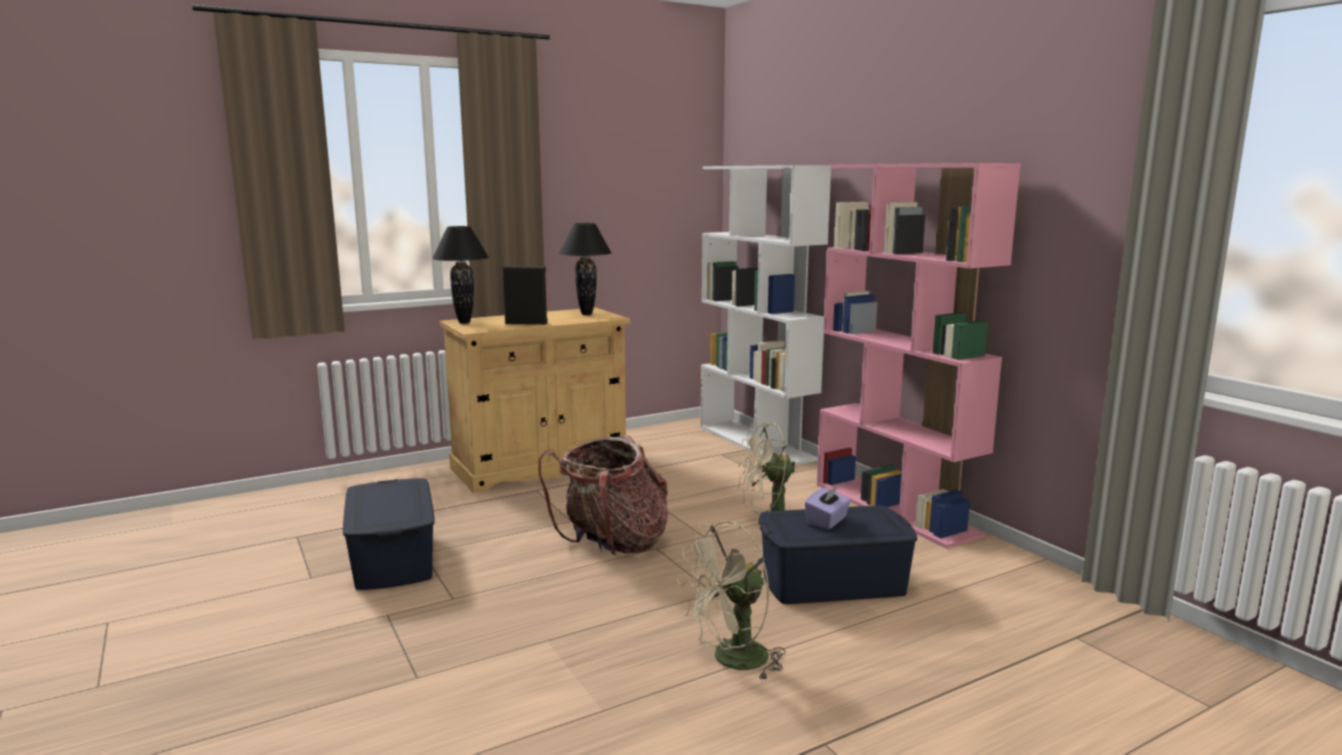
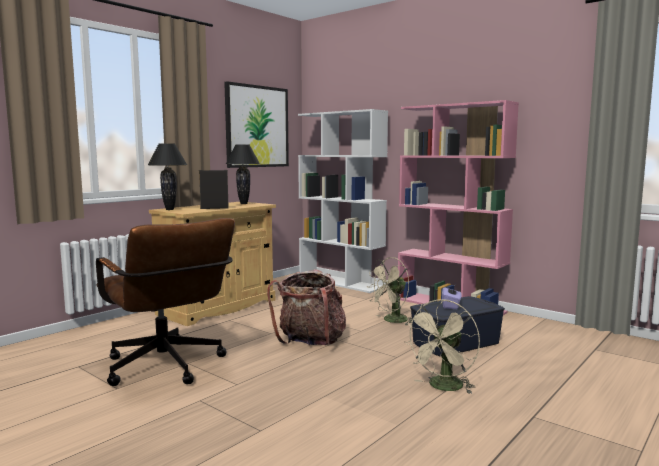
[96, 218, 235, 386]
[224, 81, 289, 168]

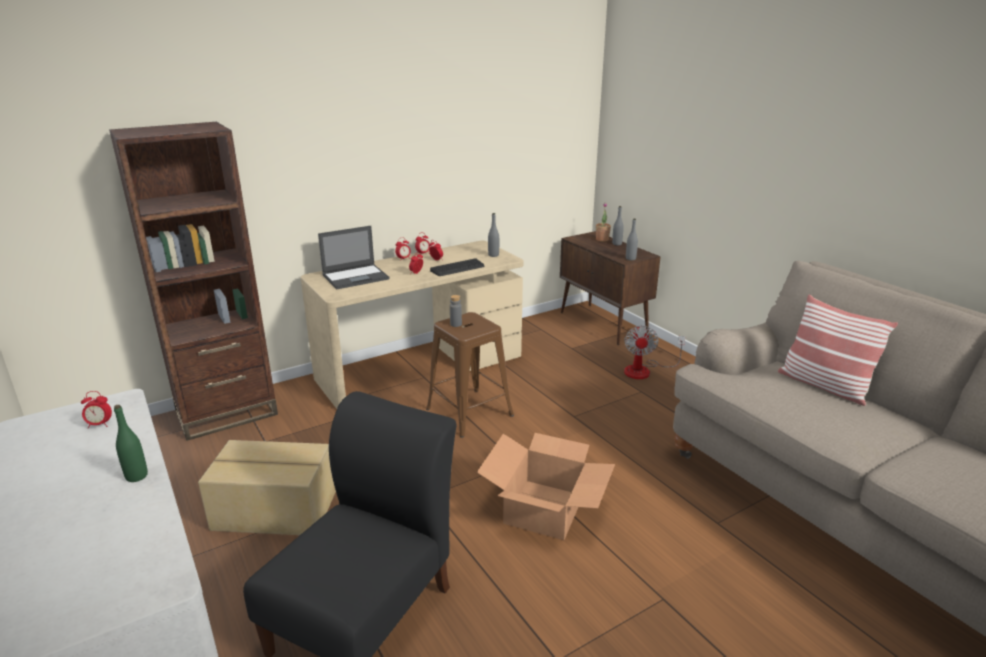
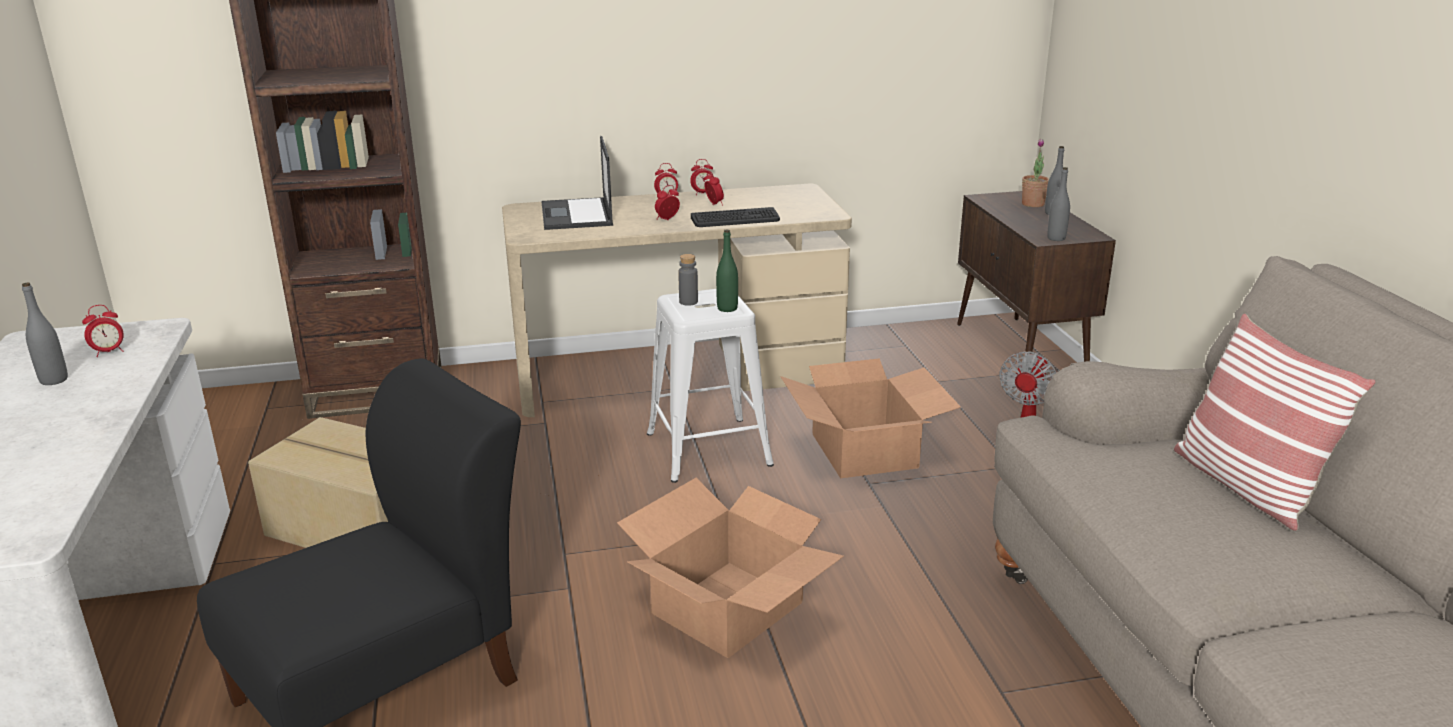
[22, 282, 68, 385]
[541, 136, 613, 230]
[647, 289, 774, 483]
[82, 305, 124, 357]
[716, 229, 738, 312]
[780, 358, 961, 478]

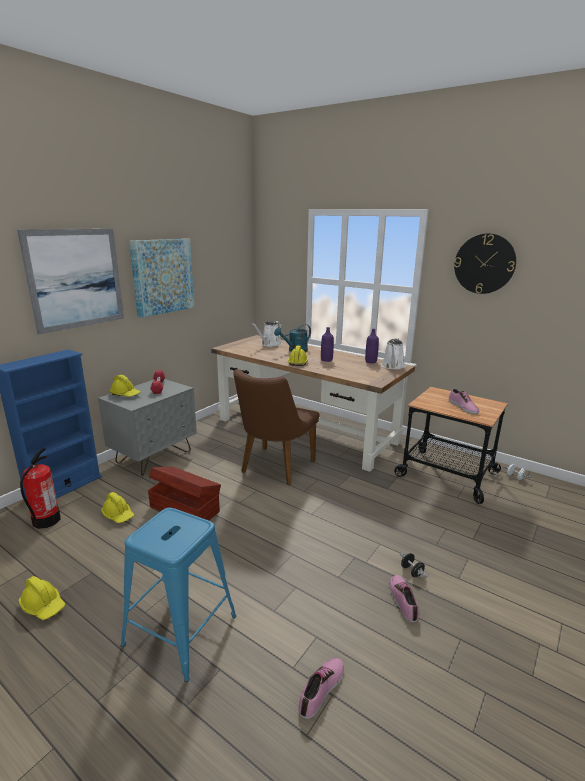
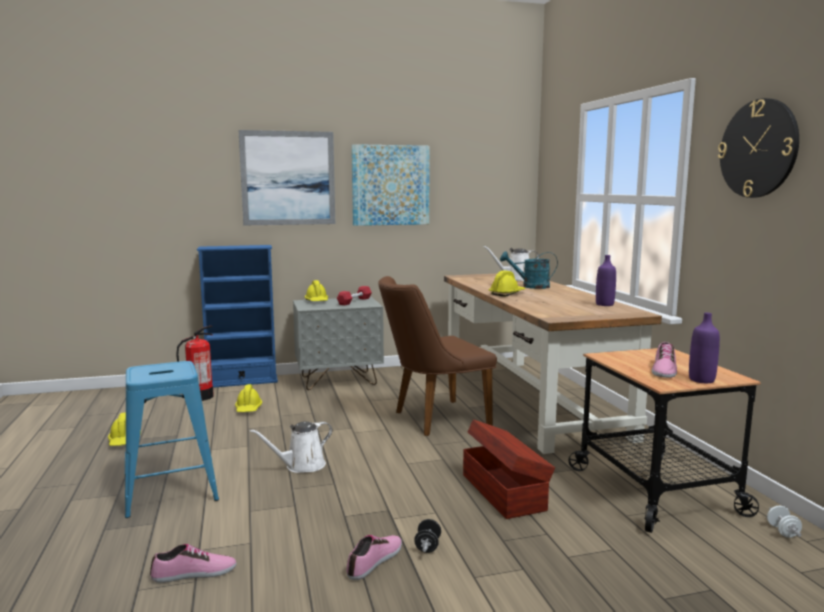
[689, 312, 720, 383]
[250, 421, 333, 473]
[463, 420, 555, 519]

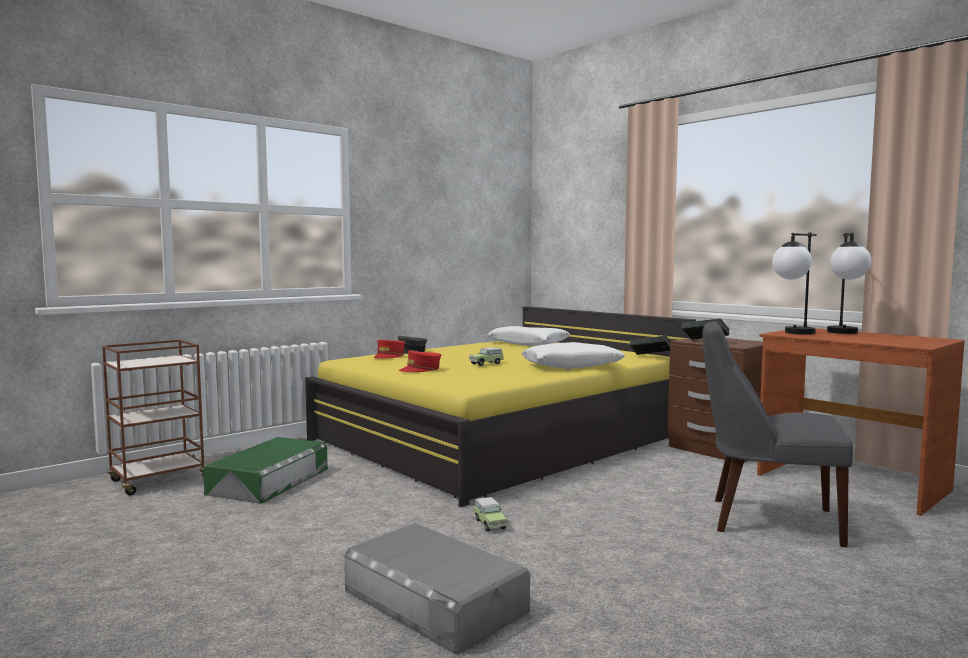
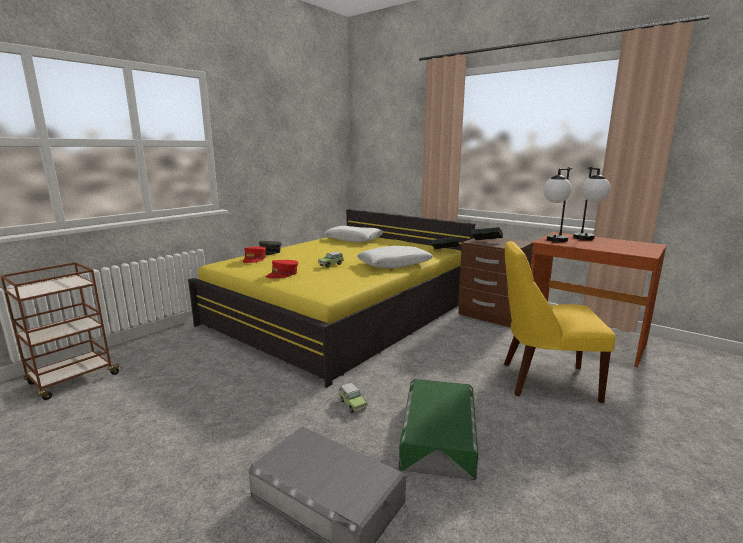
[504, 241, 616, 403]
[398, 379, 478, 480]

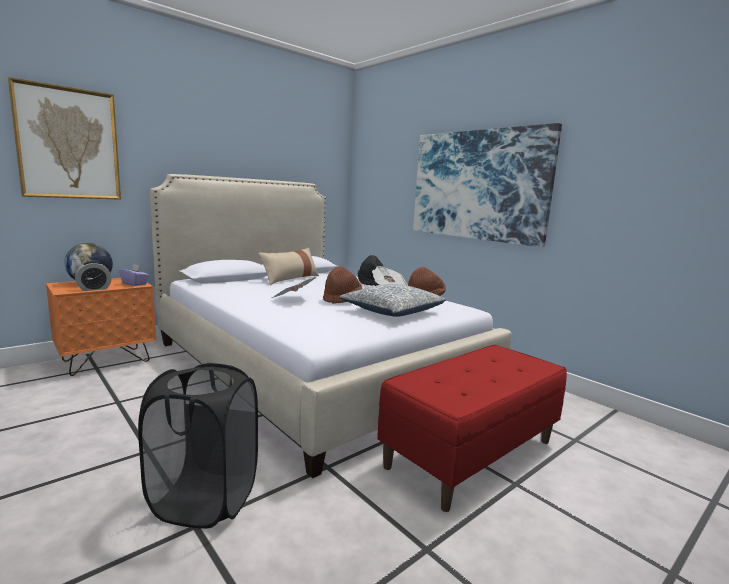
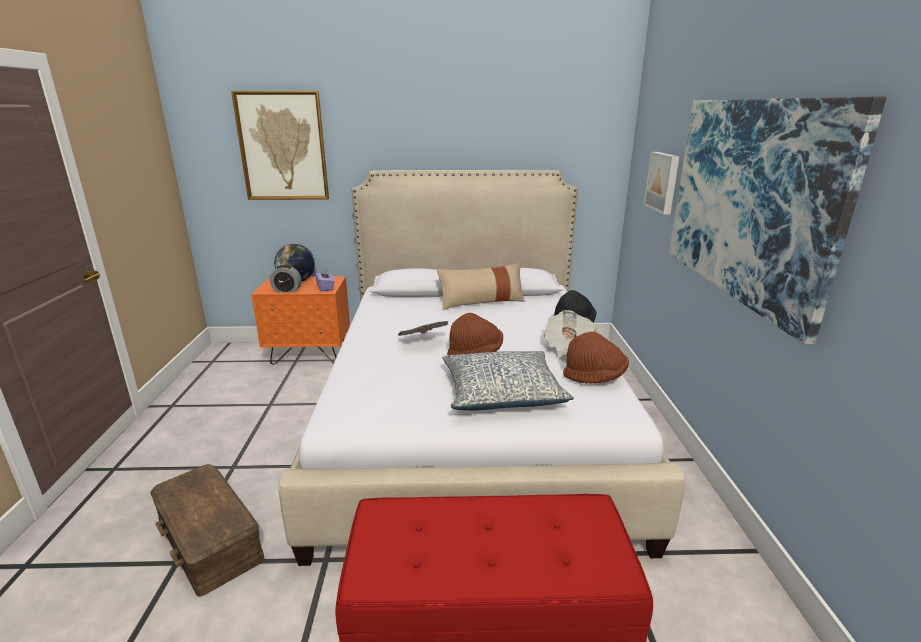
[150, 464, 264, 597]
[644, 152, 679, 215]

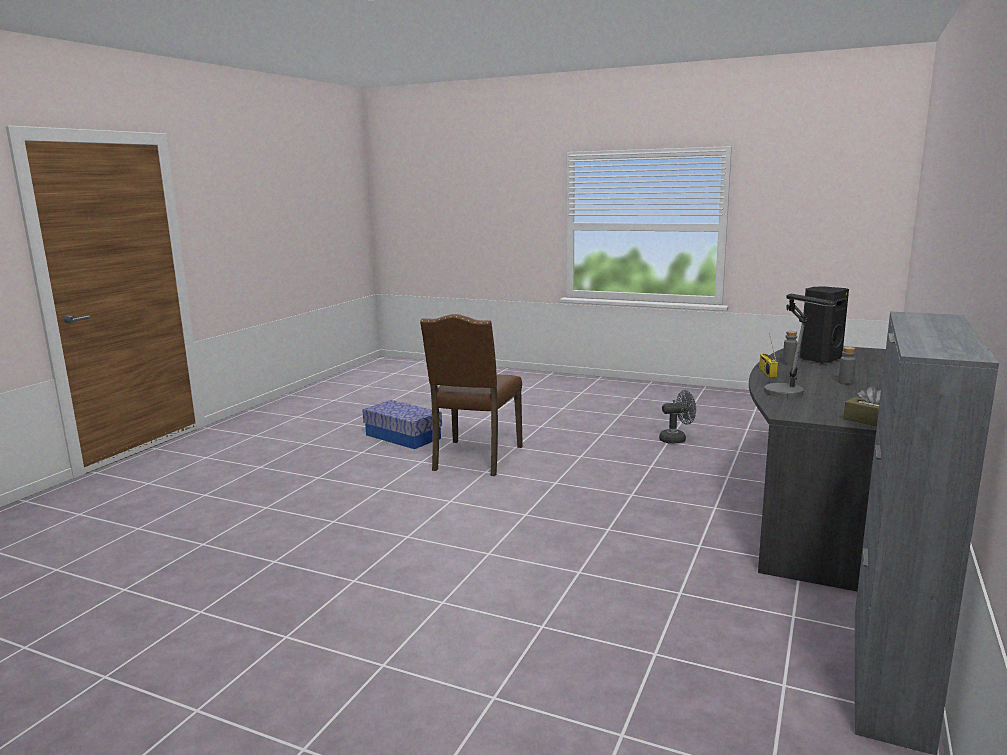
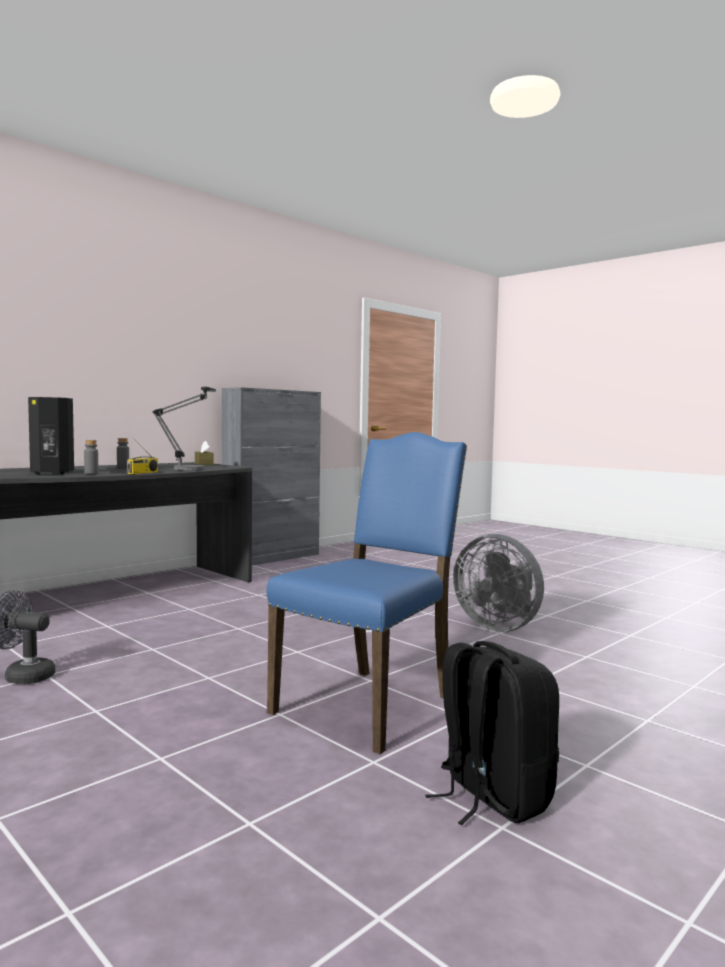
[266, 432, 467, 754]
[425, 641, 559, 825]
[453, 534, 544, 632]

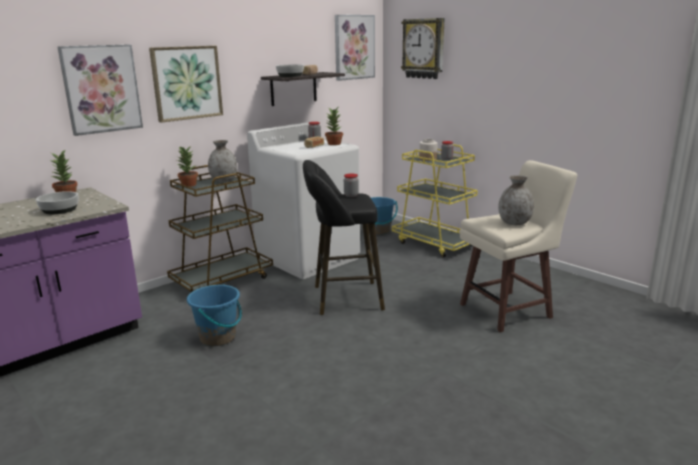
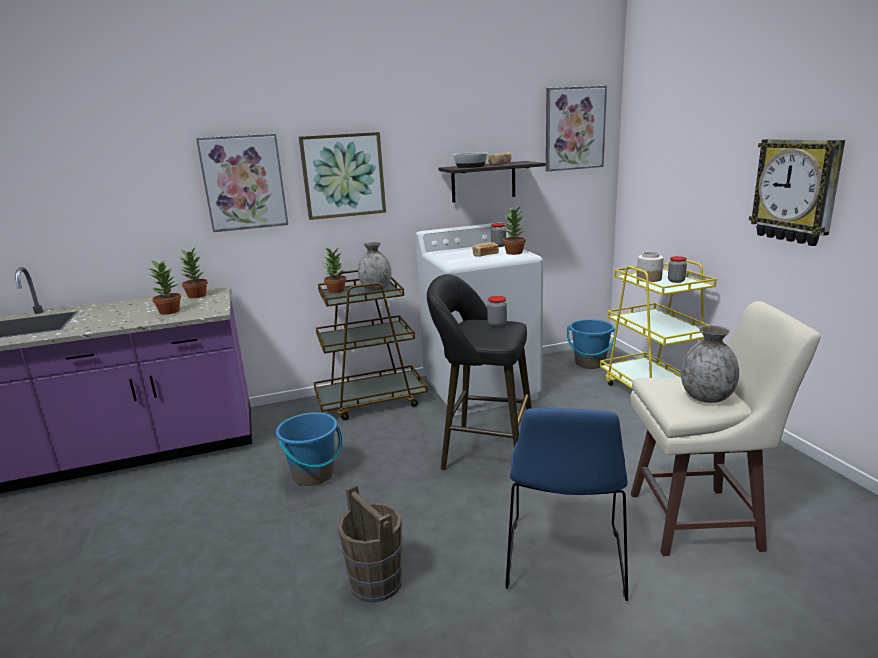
[749, 139, 845, 246]
[149, 259, 181, 315]
[505, 408, 628, 601]
[338, 484, 402, 603]

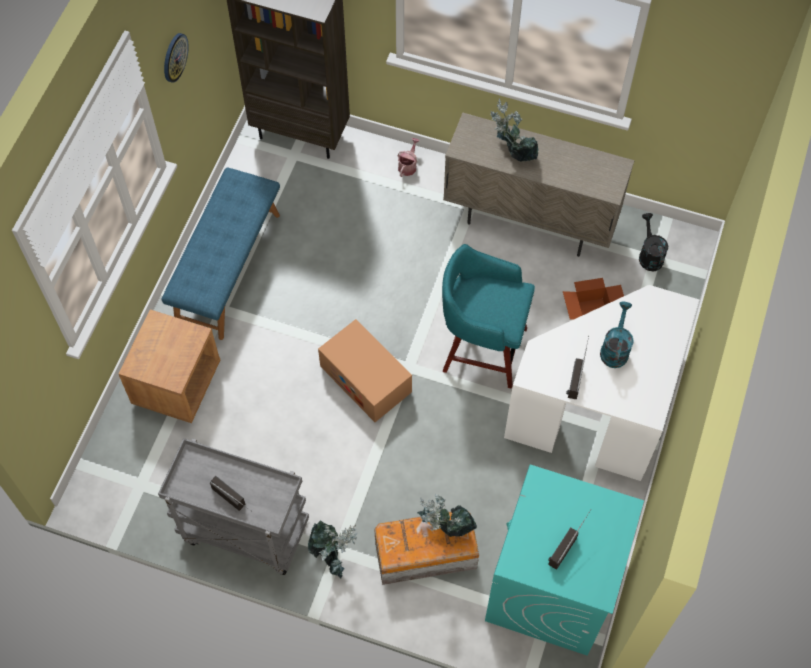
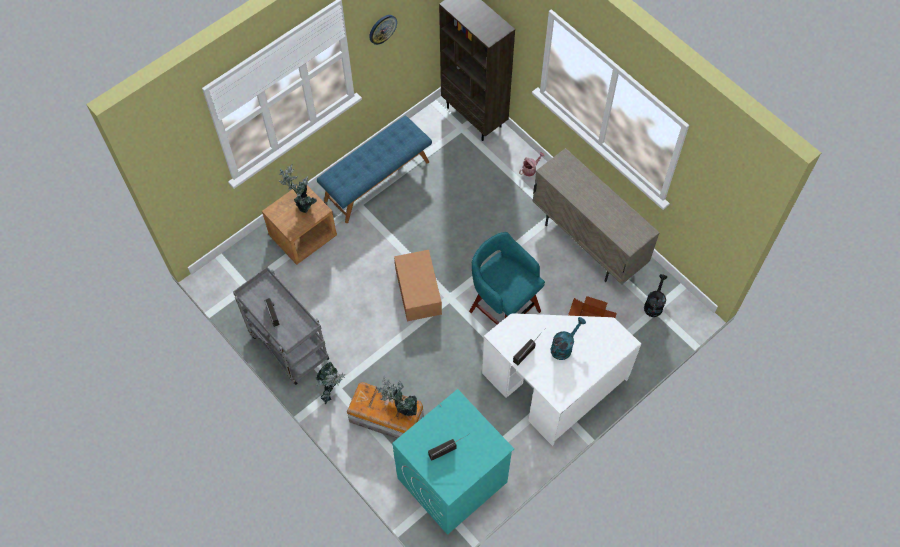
[279, 163, 317, 213]

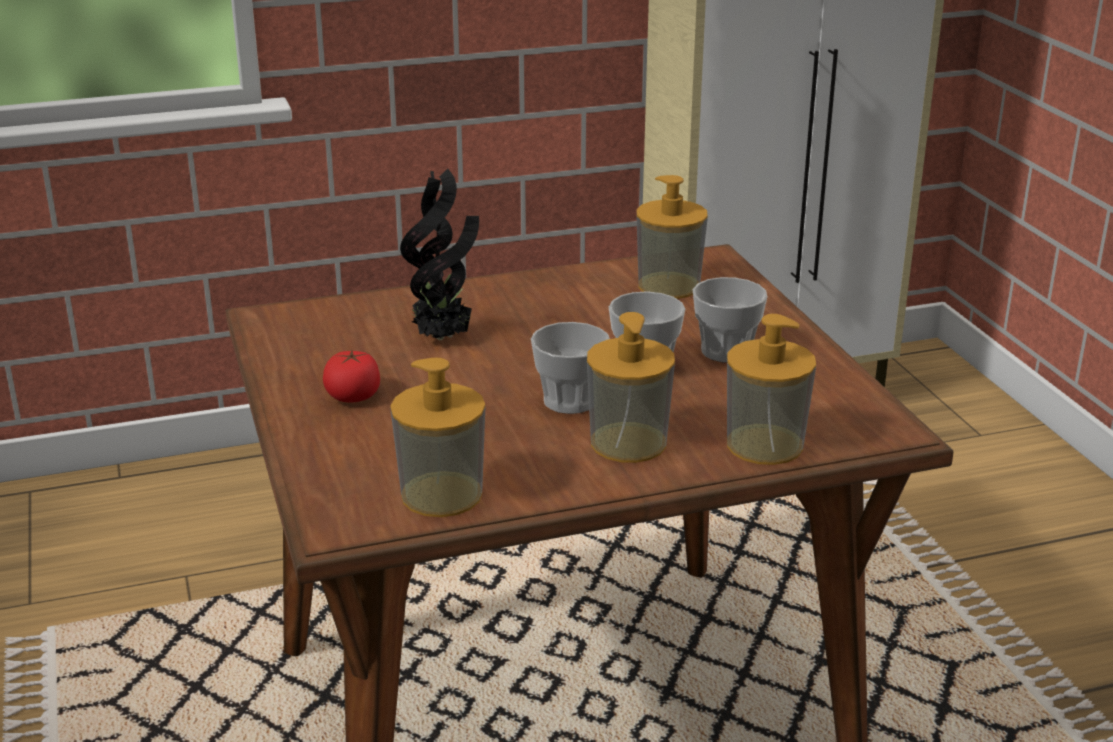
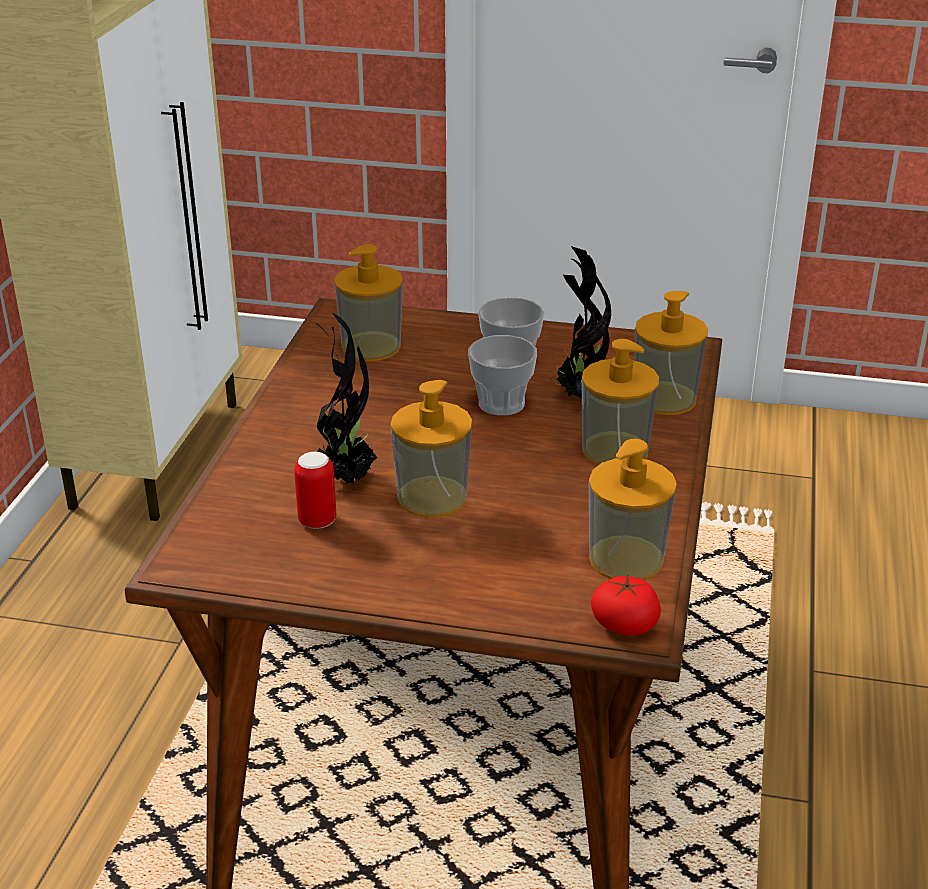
[531, 322, 610, 414] (first image)
[591, 574, 661, 636]
[551, 246, 611, 398]
[390, 380, 472, 518]
[294, 452, 336, 529]

